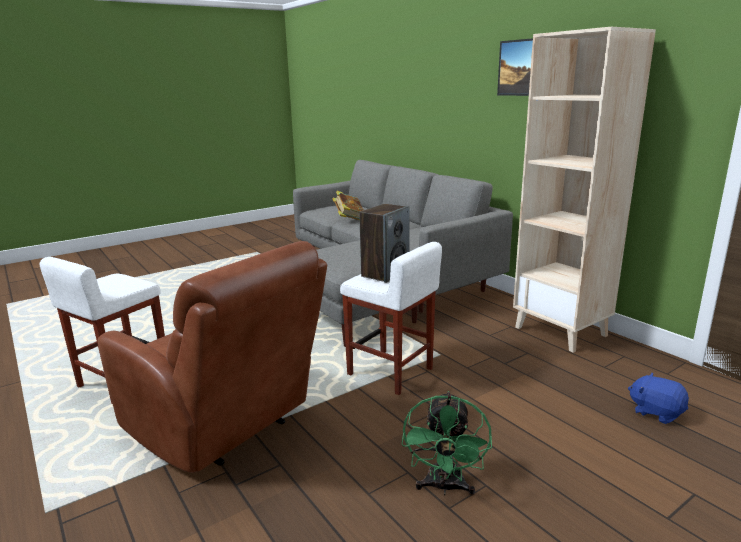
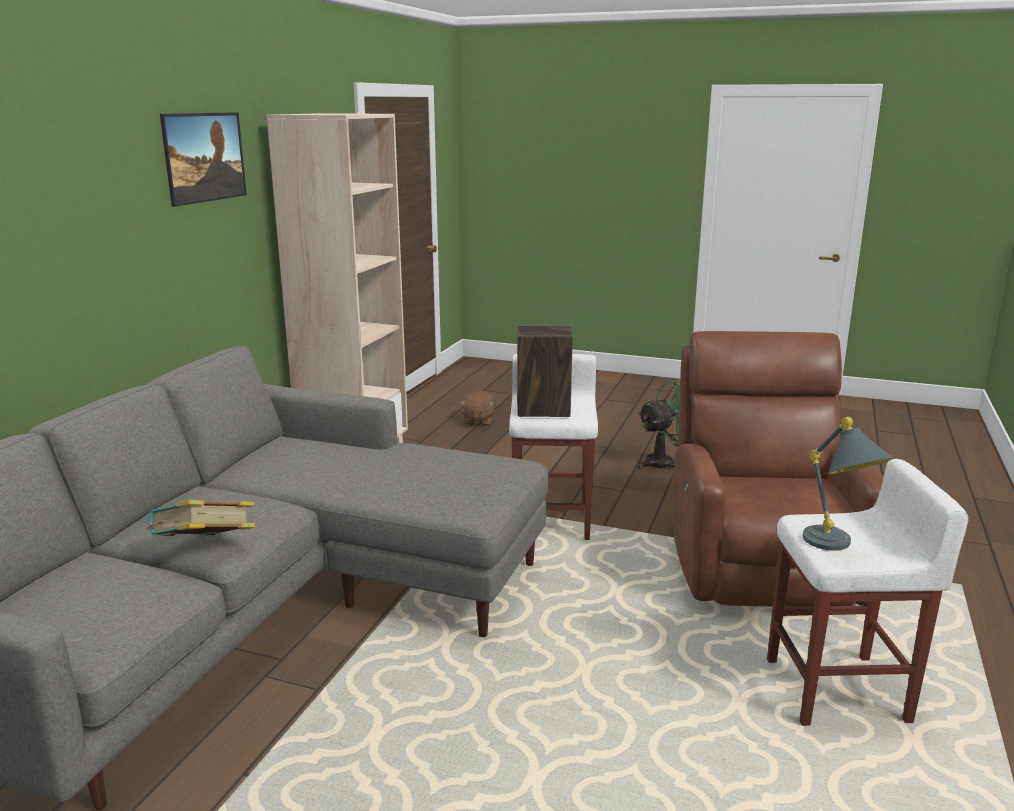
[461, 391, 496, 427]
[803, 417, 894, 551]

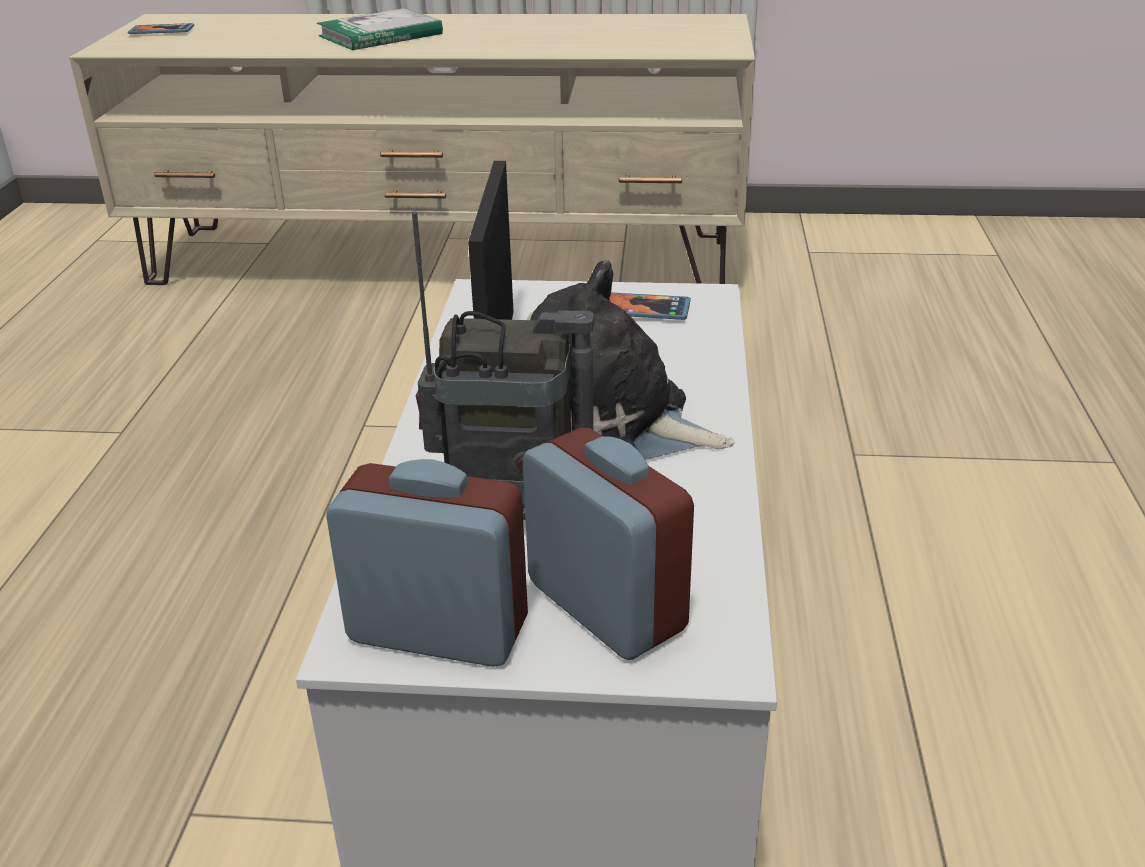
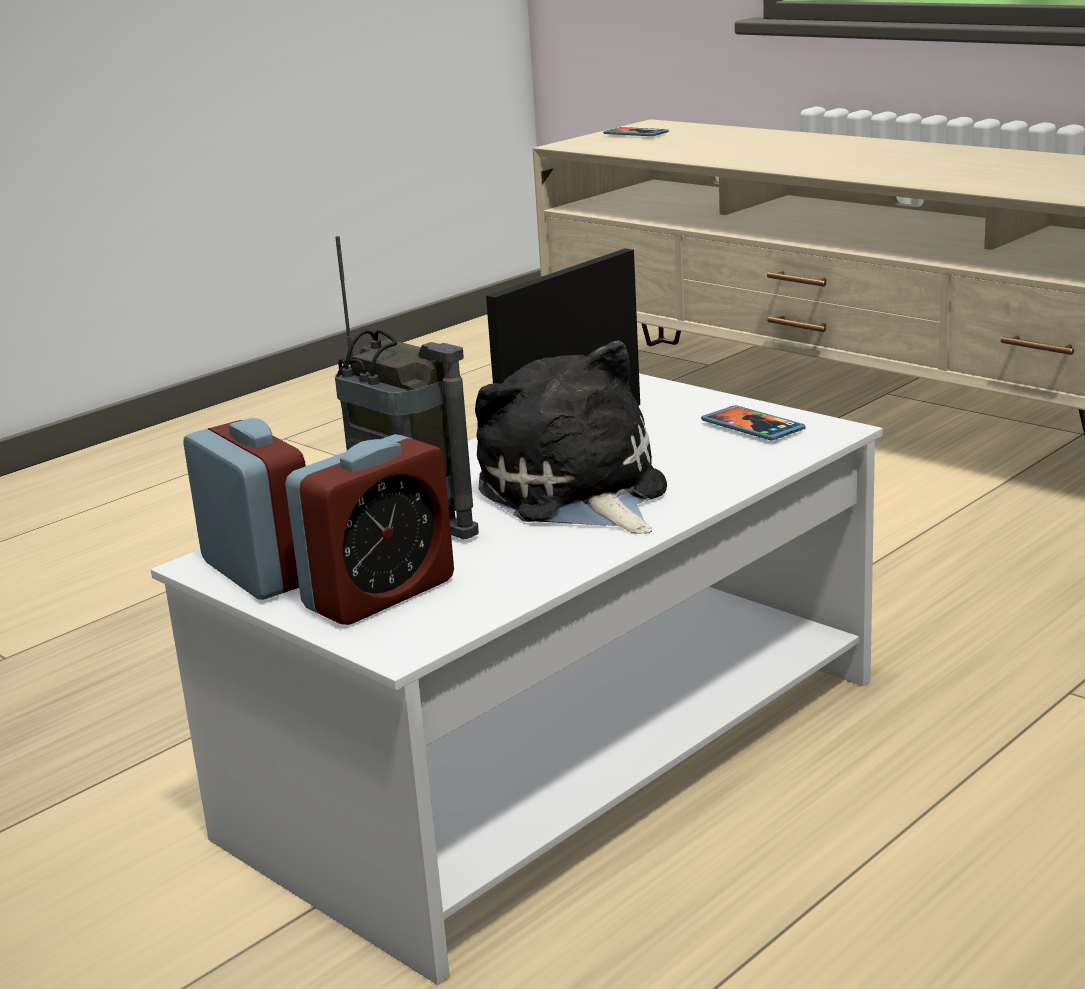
[317, 8, 443, 50] (first image)
[285, 434, 454, 625]

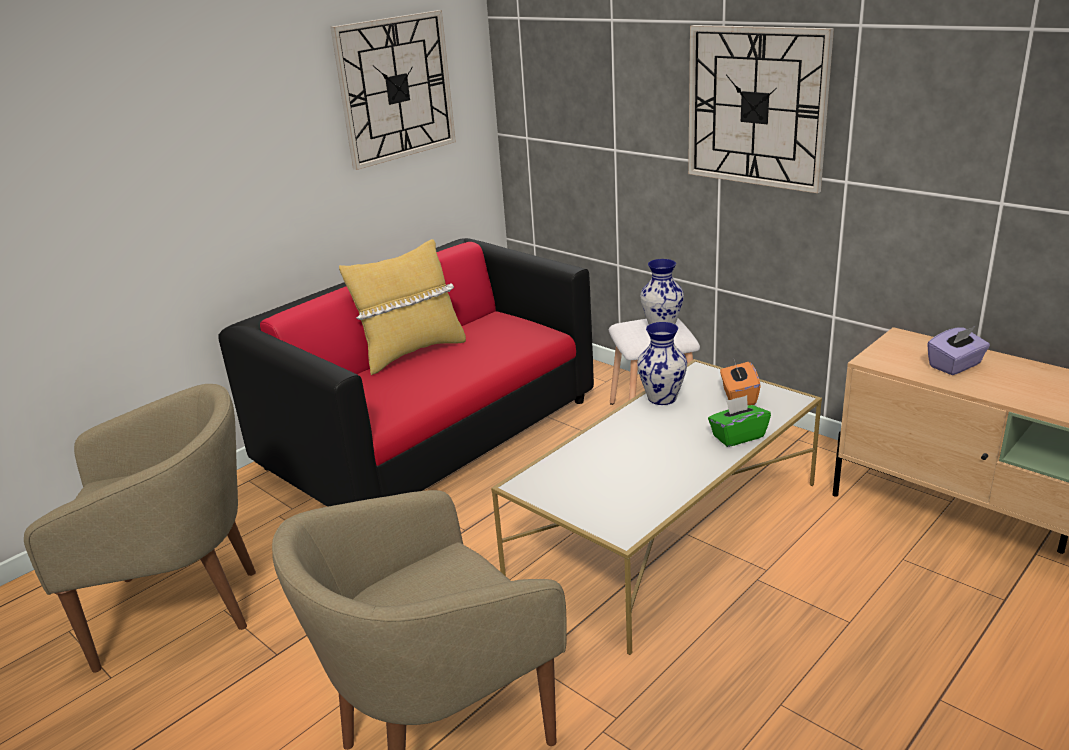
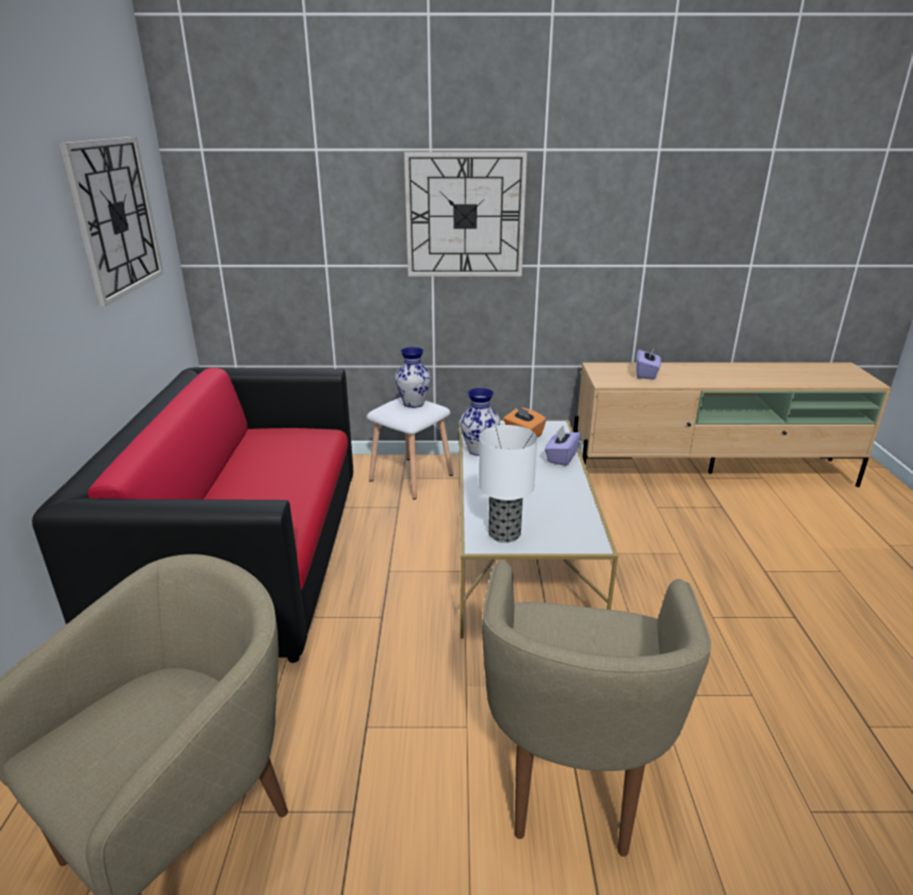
[339, 239, 466, 375] (first image)
[545, 426, 581, 466]
[479, 425, 537, 543]

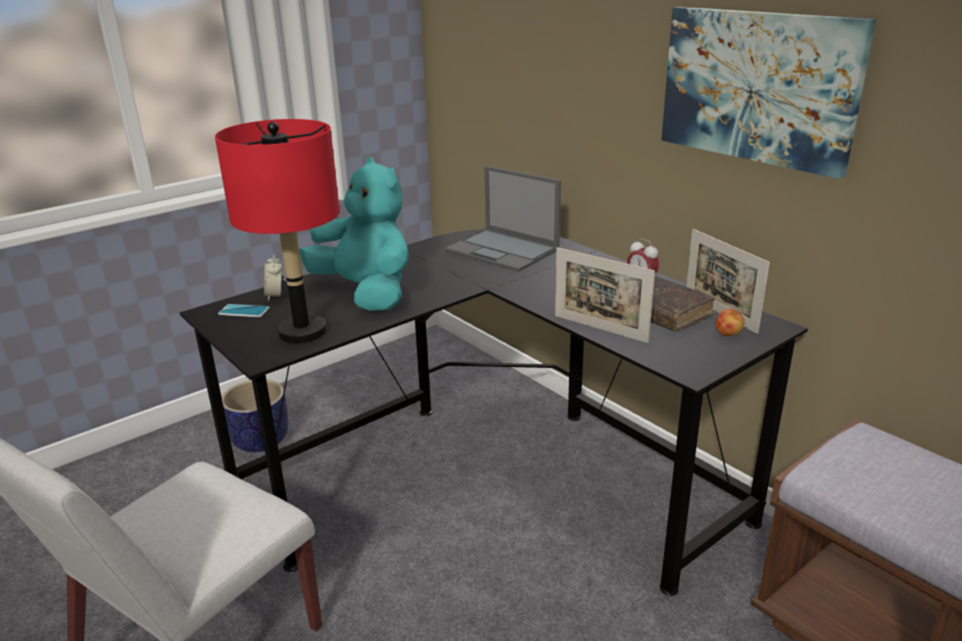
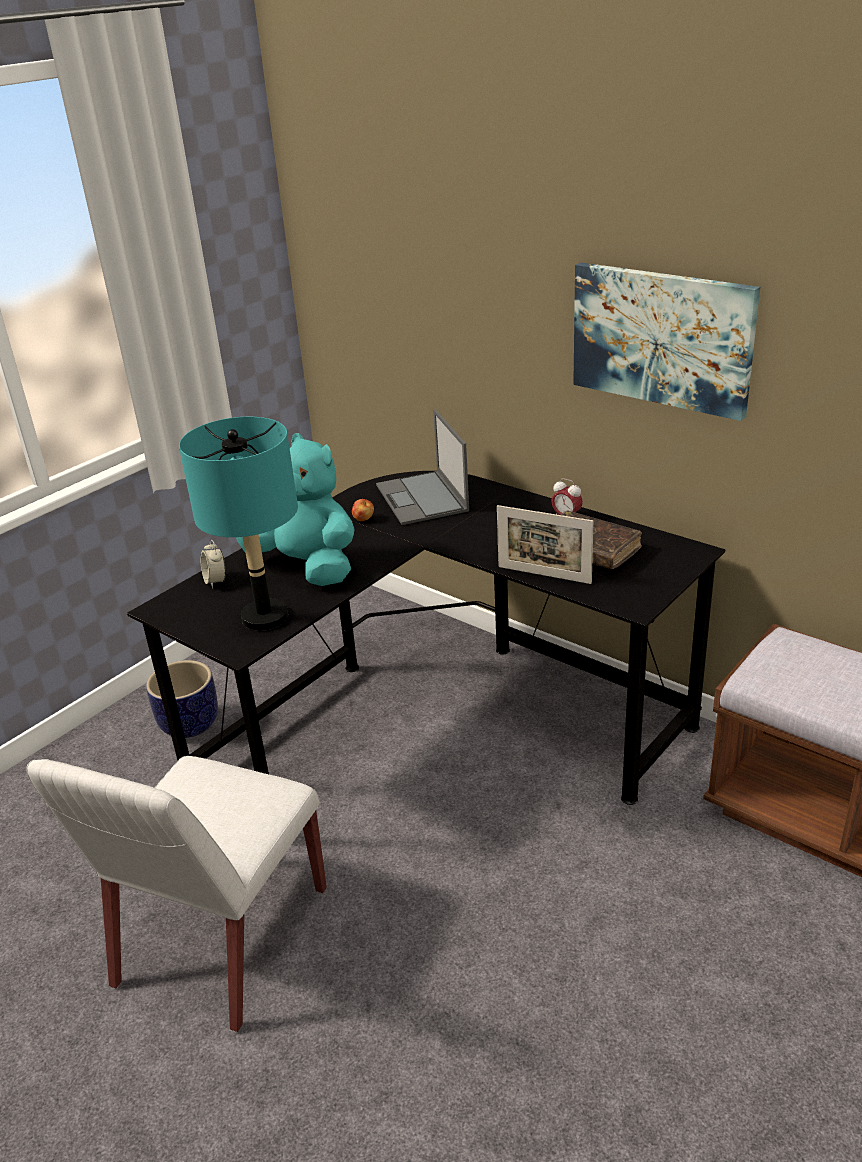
[179, 417, 298, 630]
[376, 409, 469, 525]
[686, 229, 770, 334] (first image)
[218, 304, 270, 317] (first image)
[352, 499, 374, 521]

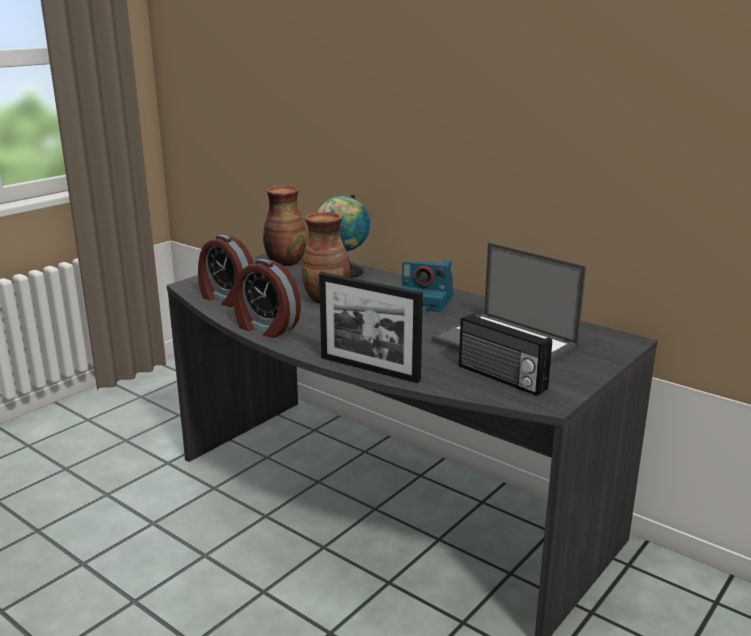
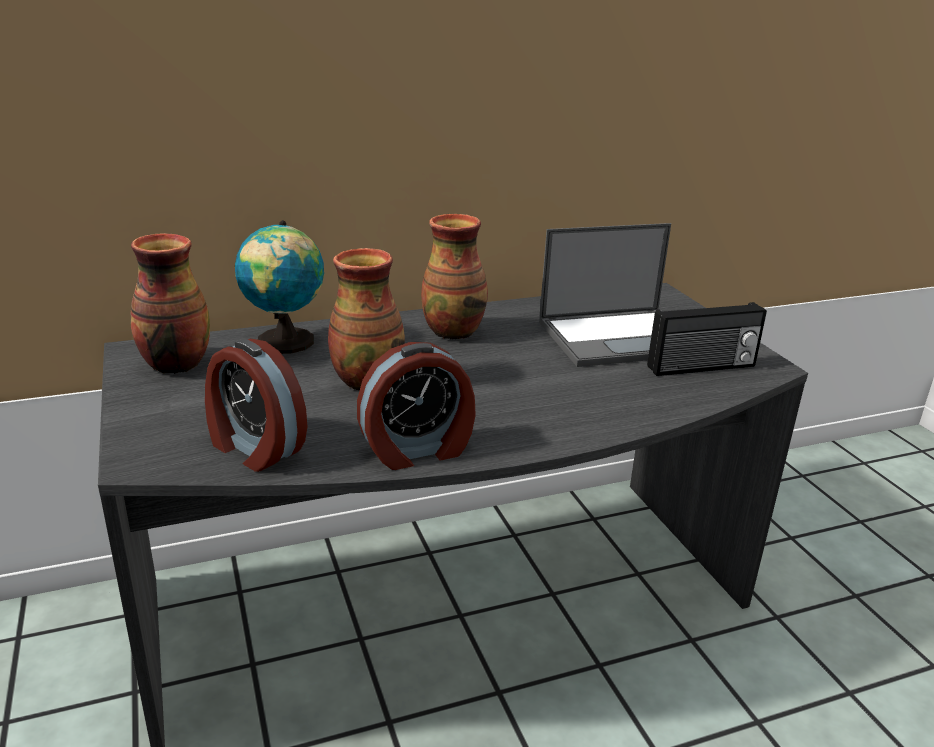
[205, 339, 307, 472]
[421, 214, 488, 340]
[319, 272, 423, 383] (first image)

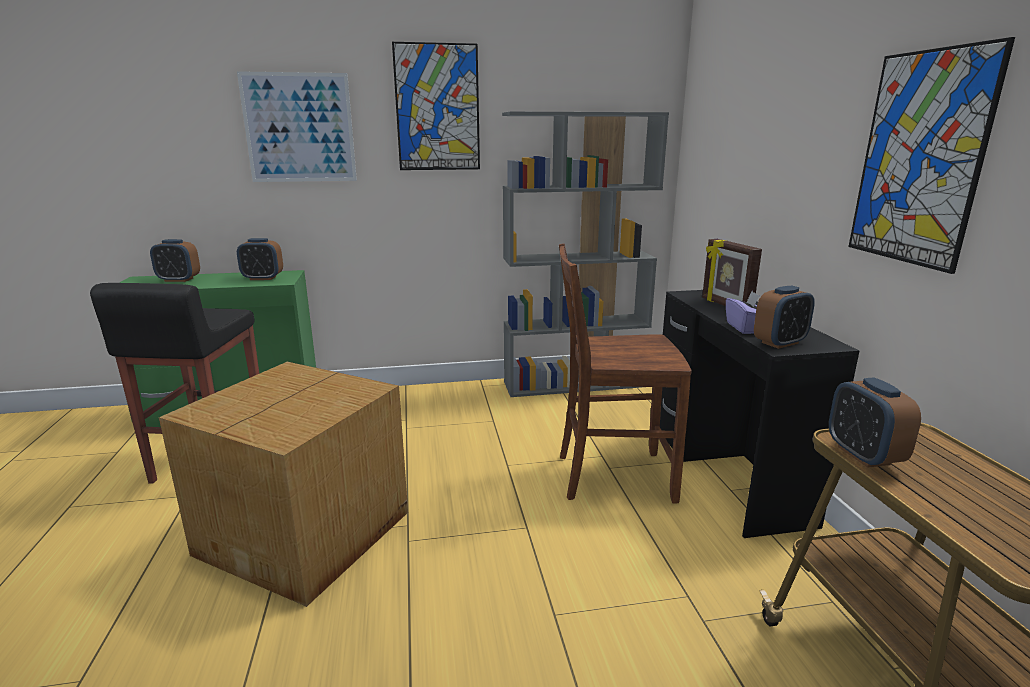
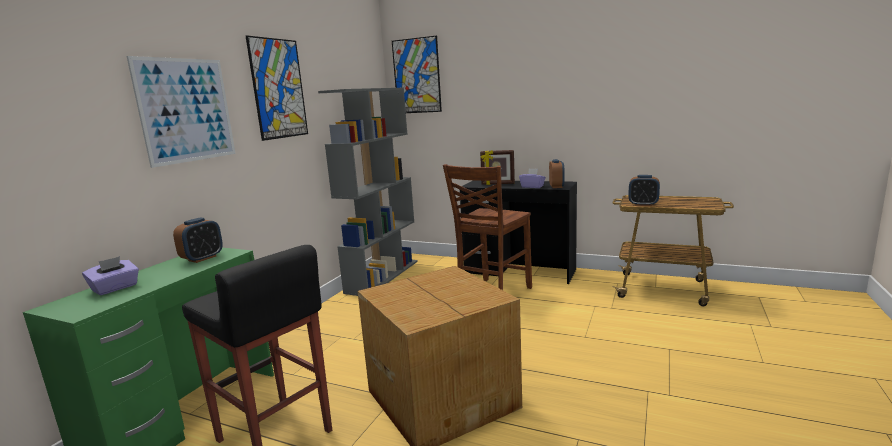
[392, 36, 442, 113]
[82, 256, 139, 295]

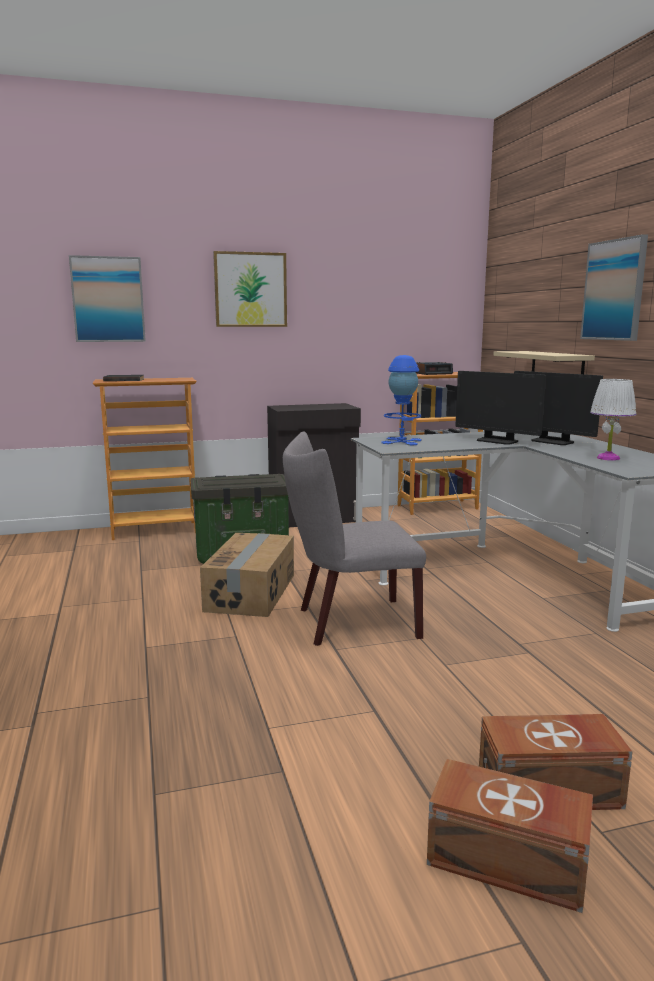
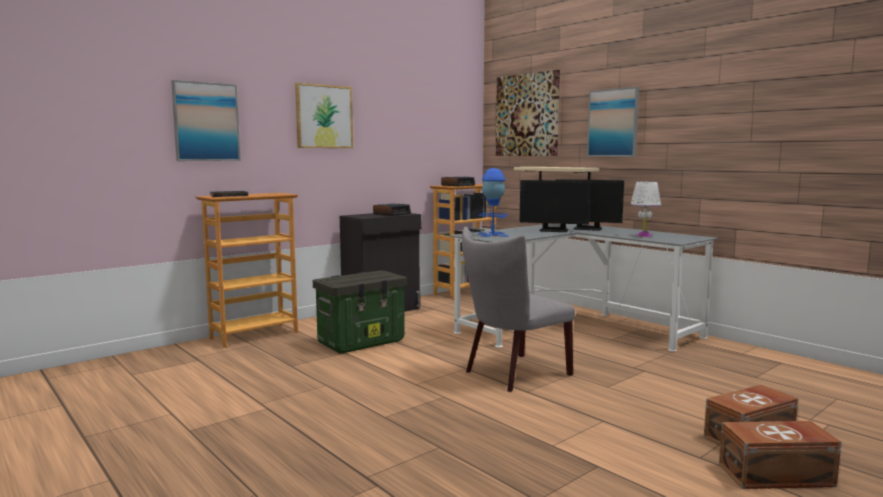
[200, 533, 294, 617] (first image)
[496, 70, 560, 156]
[373, 203, 411, 216]

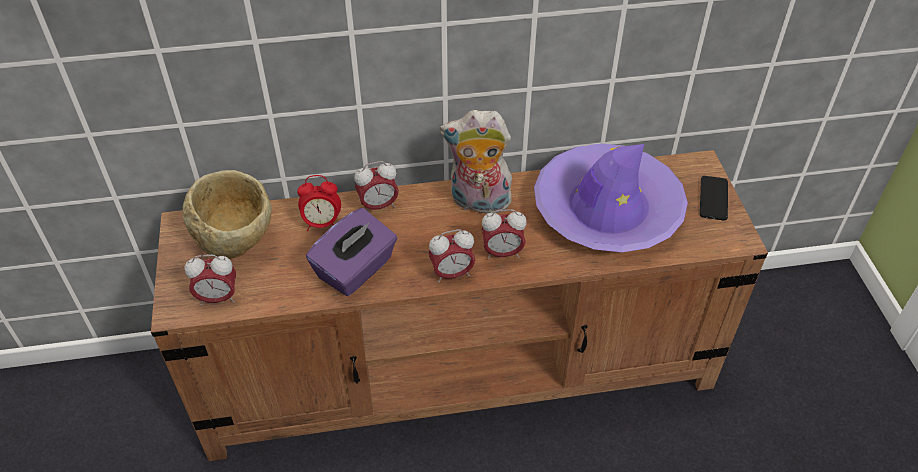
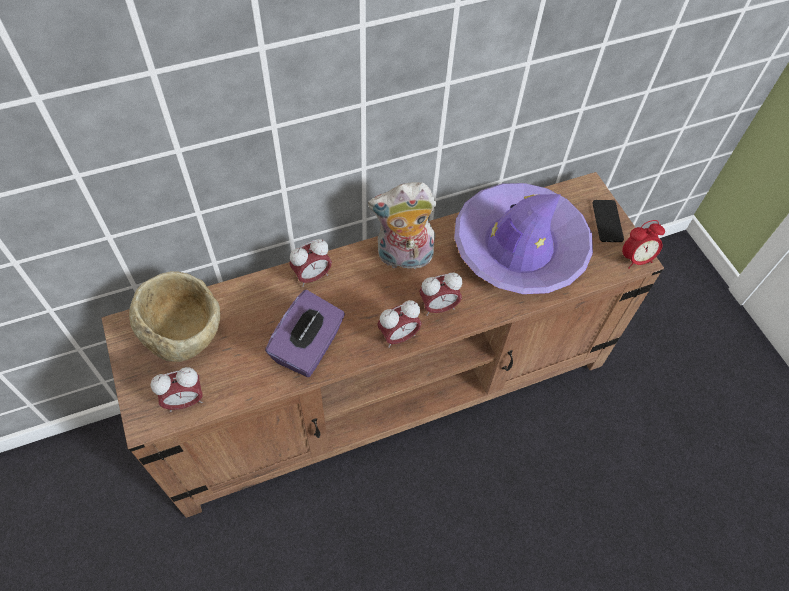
[622, 220, 665, 269]

